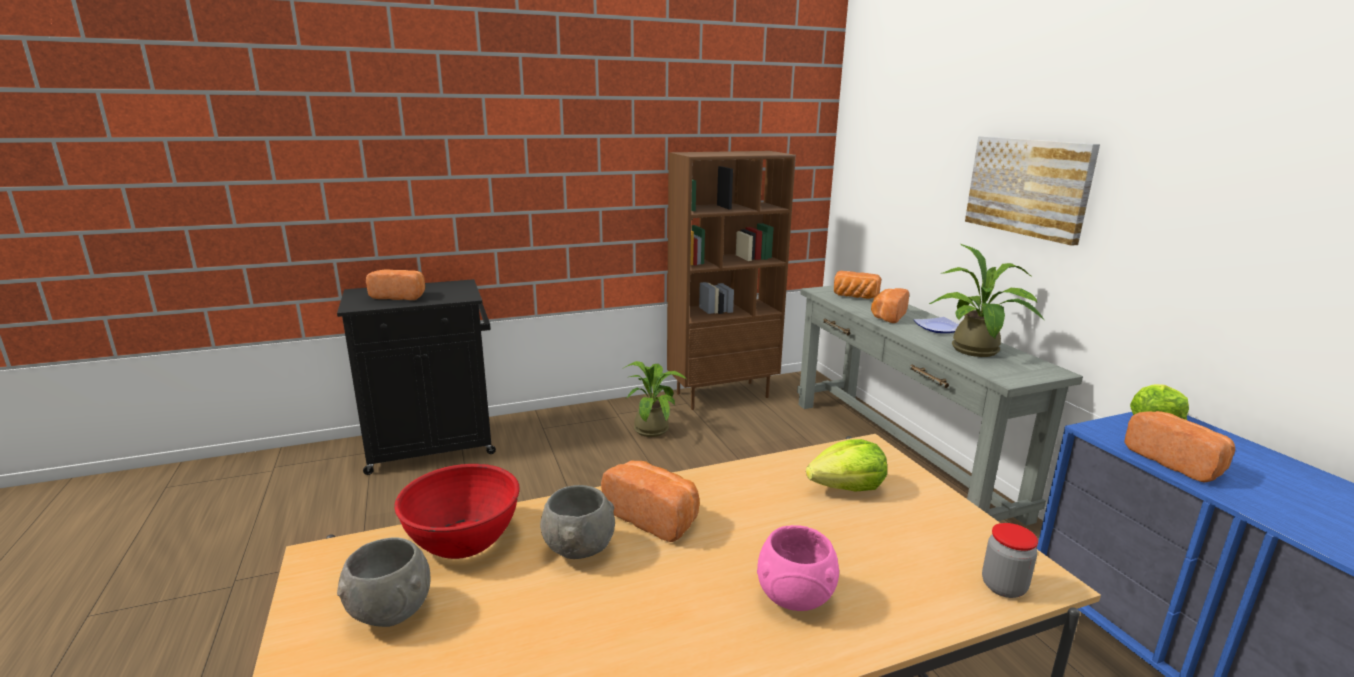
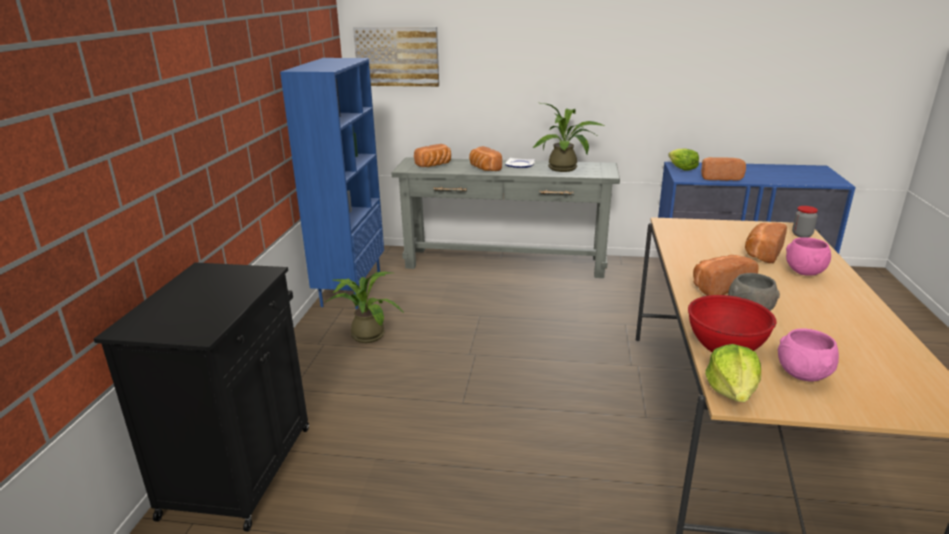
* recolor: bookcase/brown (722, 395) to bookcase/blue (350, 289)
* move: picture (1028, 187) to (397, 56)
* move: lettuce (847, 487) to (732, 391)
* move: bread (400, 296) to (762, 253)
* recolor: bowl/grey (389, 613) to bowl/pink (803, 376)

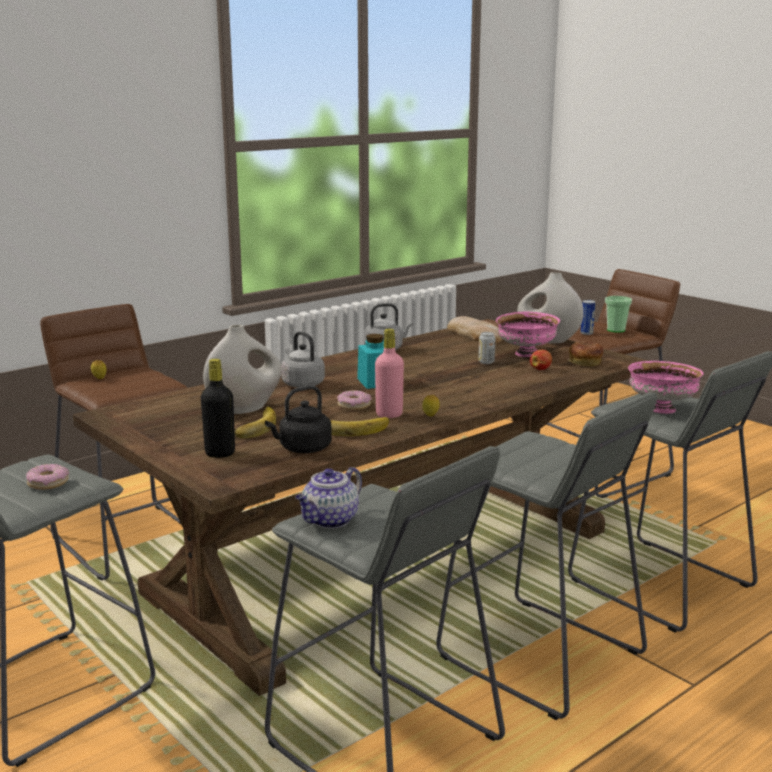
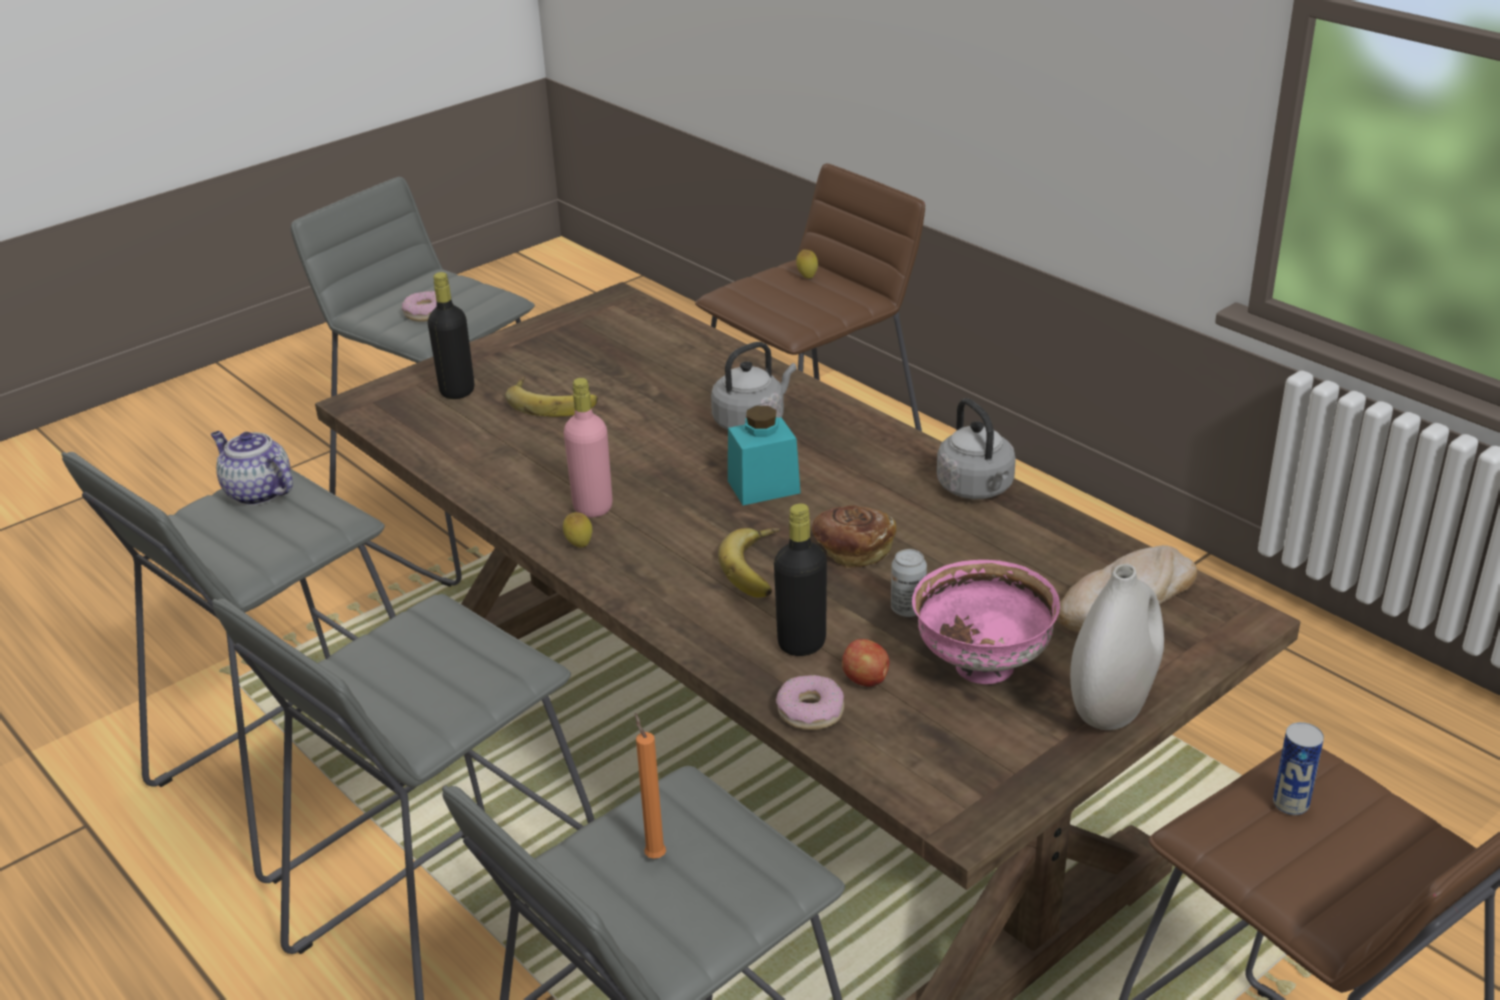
* replace: bowl/pink (661, 409) to candle/orange (654, 854)
* move: banana (354, 428) to (761, 568)
* insert: bottle/black (801, 643)
* move: donut (354, 405) to (811, 711)
* move: bread (585, 363) to (852, 551)
* delete: vase/white (245, 408)
* delete: kettle/black (302, 449)
* delete: cup (616, 330)

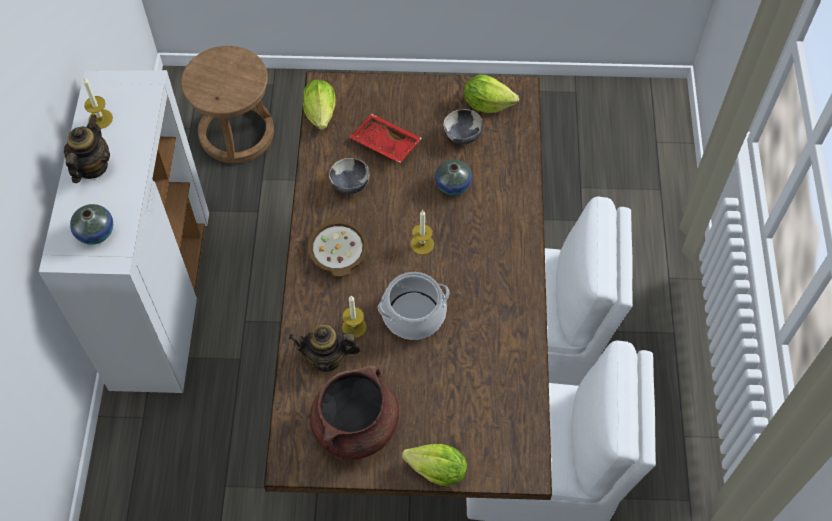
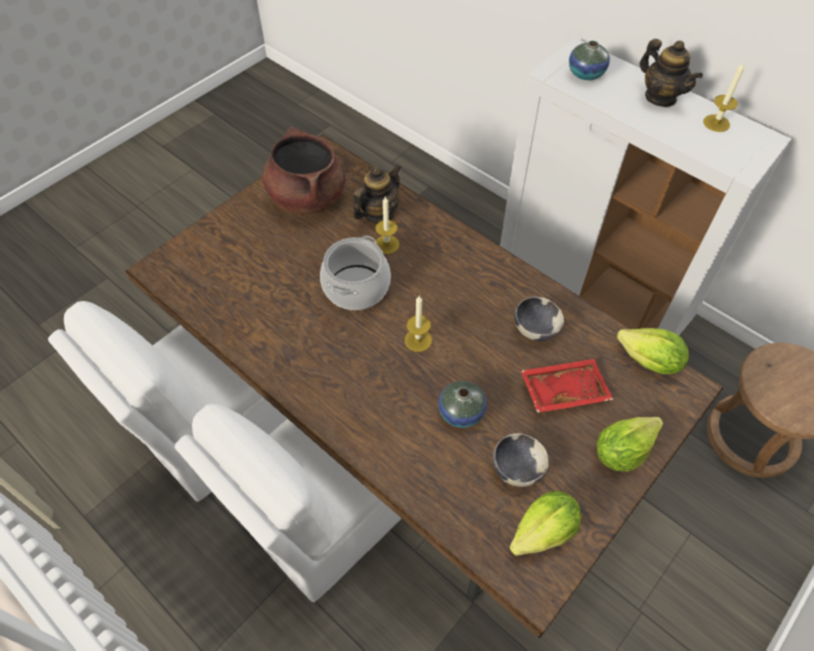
* move: lettuce (437, 471) to (622, 451)
* delete: bowl (339, 251)

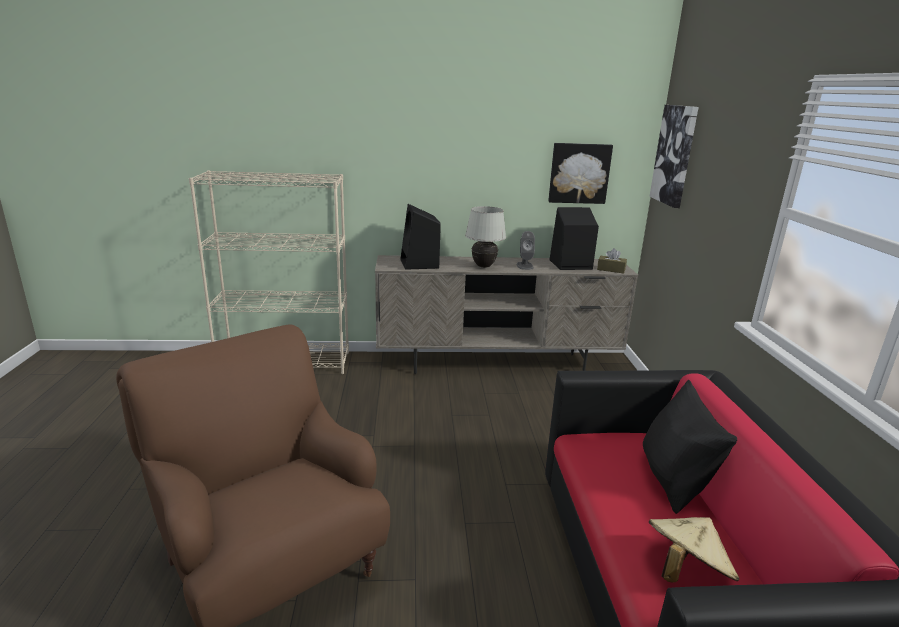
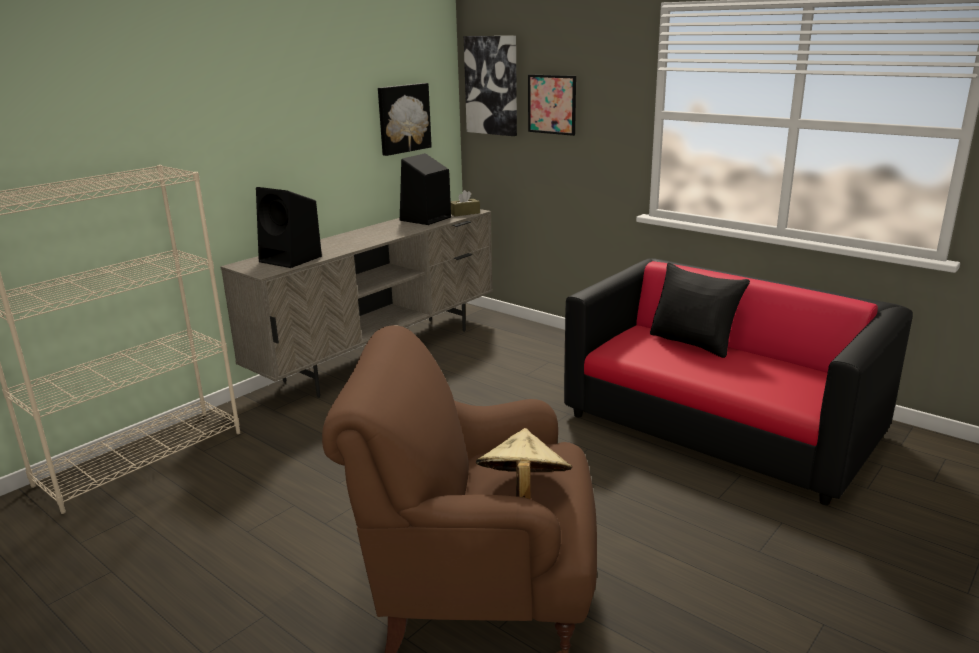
* move: hat/beige (685, 571) to (523, 491)
* insert: picture (552, 104)
* delete: table lamp/white (483, 266)
* delete: speaker/grey (524, 266)

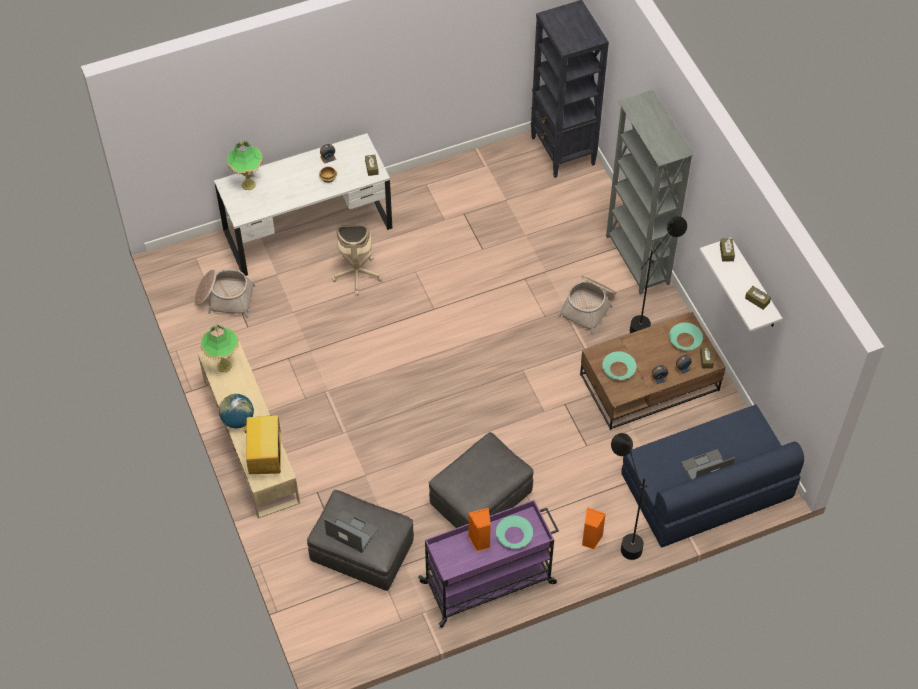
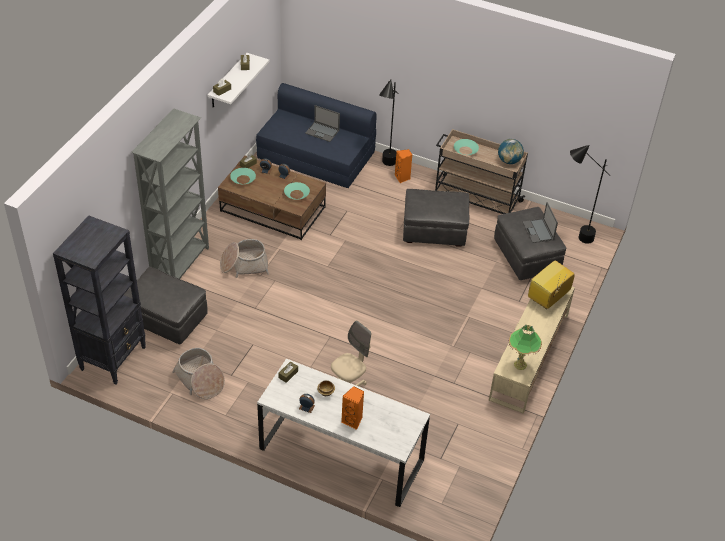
* insert: ottoman/grey (166, 319)
* move: basket (224, 298) to (200, 380)
* move: speaker/orange (480, 541) to (353, 420)
* recolor: cart/purple (489, 582) to cart/beige (475, 199)
* move: globe (238, 420) to (509, 161)
* move: floor lamp/black (650, 320) to (573, 237)
* delete: table lamp (248, 184)

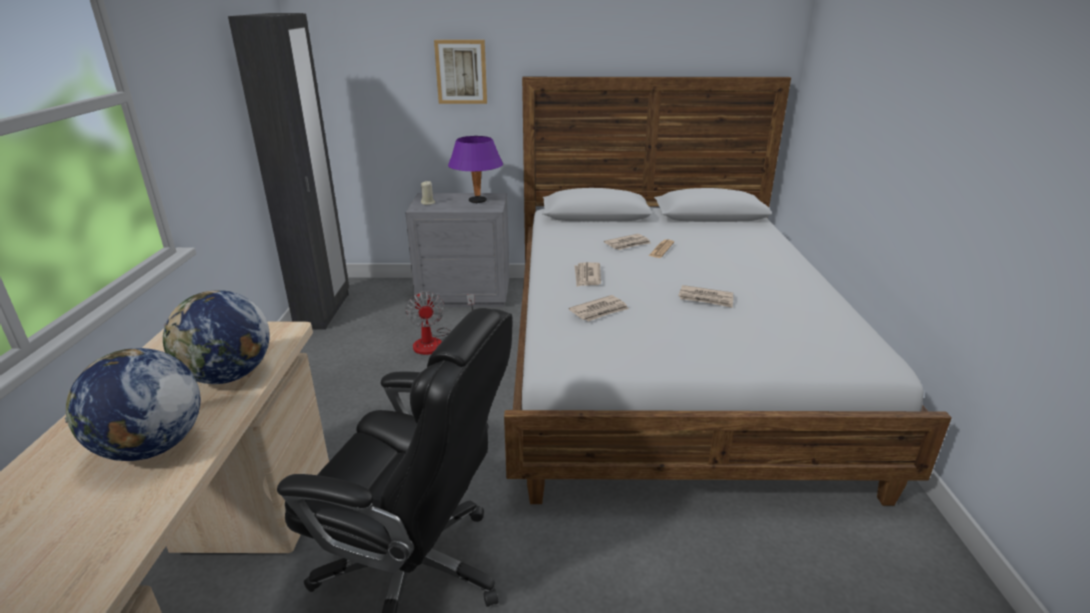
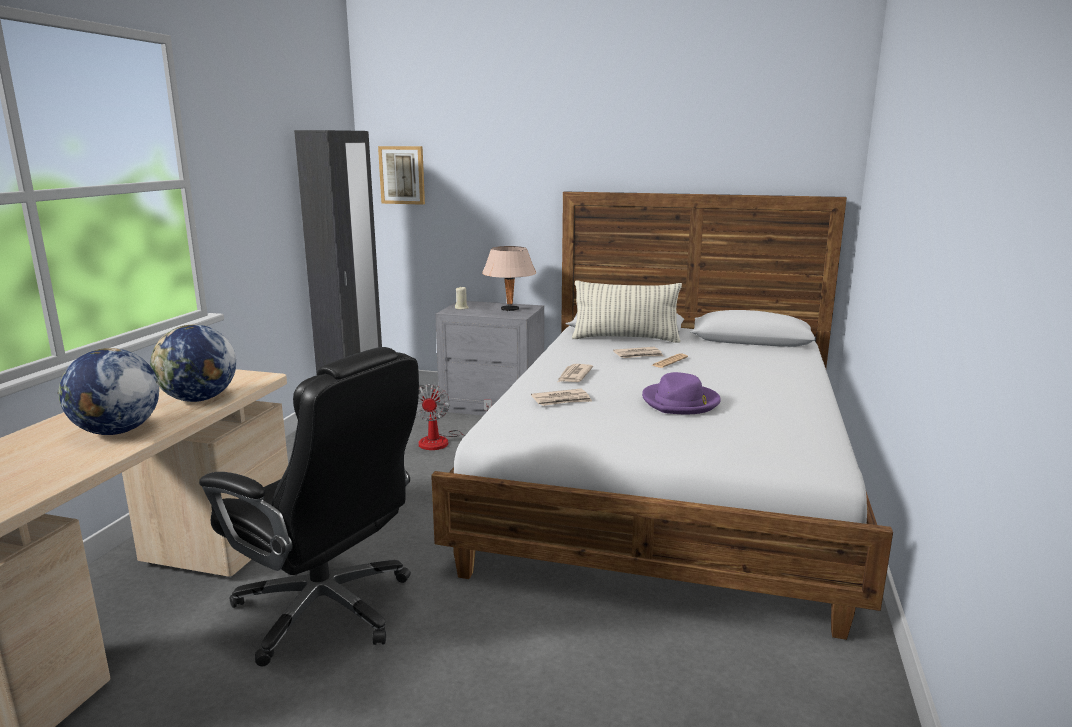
* move: picture (461, 72) to (402, 175)
* recolor: table lamp/purple (477, 201) to table lamp/beige (509, 309)
* insert: pillow (625, 339)
* replace: newspaper (706, 299) to hat/purple (680, 402)

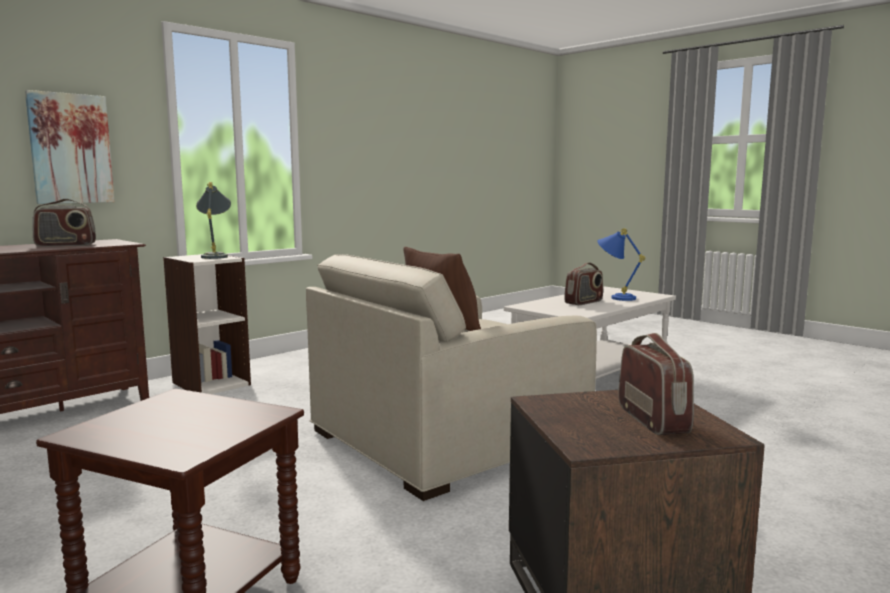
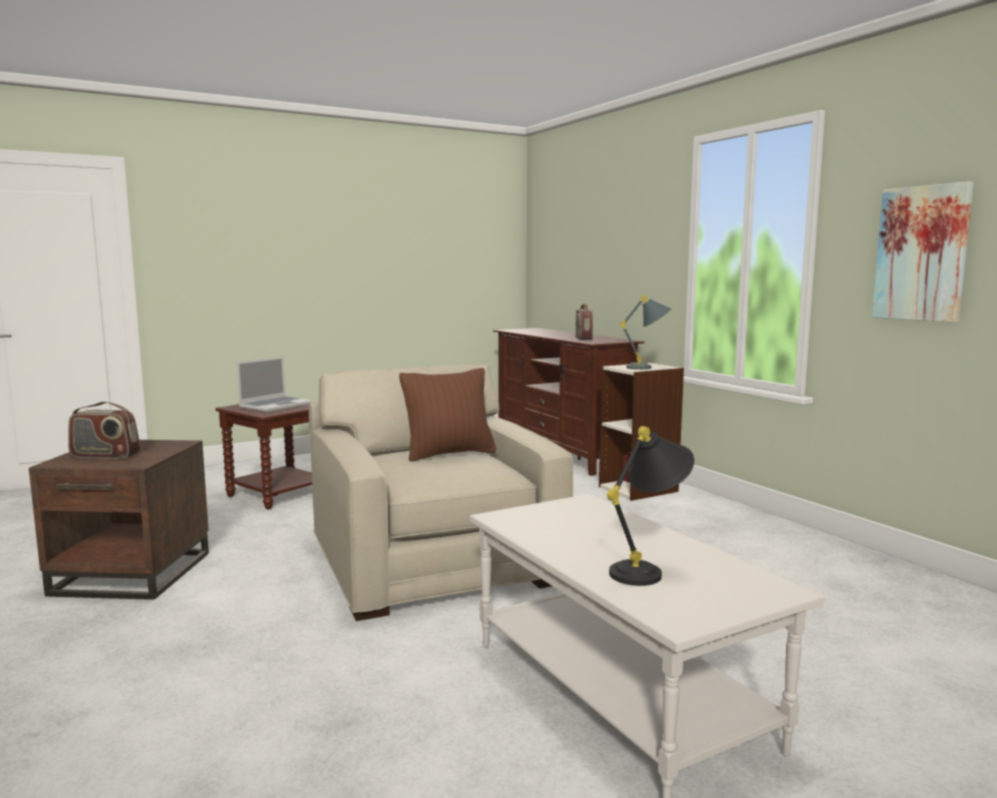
* insert: laptop (276, 406)
* recolor: table lamp/blue (615, 297) to table lamp/black (648, 570)
* move: picture (70, 149) to (922, 253)
* delete: radio (584, 302)

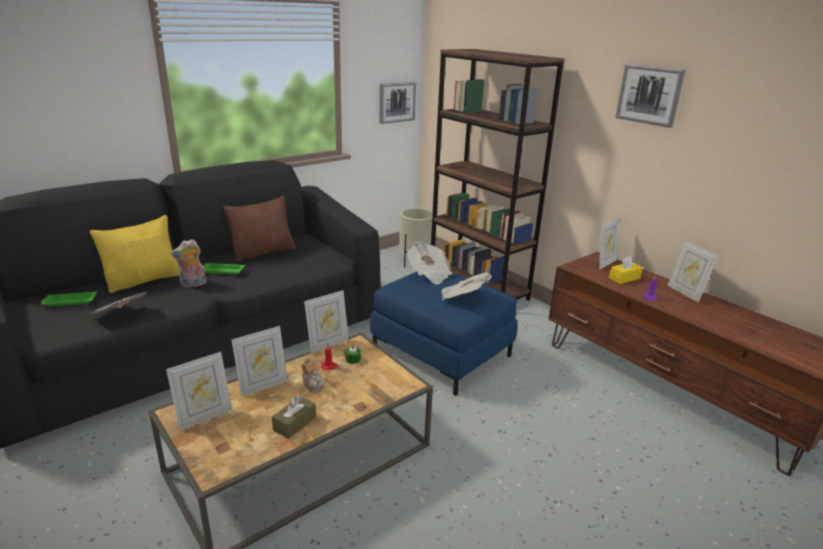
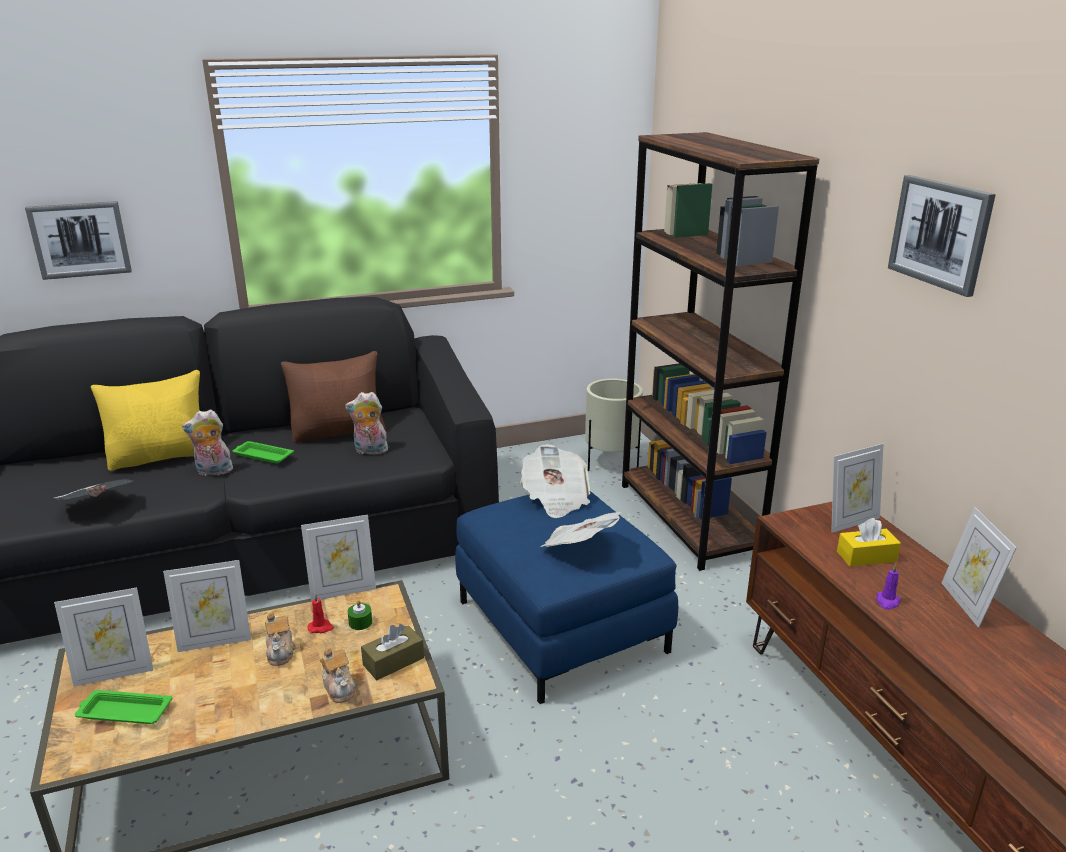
* move: picture (397, 102) to (80, 239)
* move: tray/green (69, 302) to (123, 712)
* insert: teapot (339, 687)
* insert: plush toy (369, 451)
* move: tissue box/brown (294, 423) to (393, 661)

